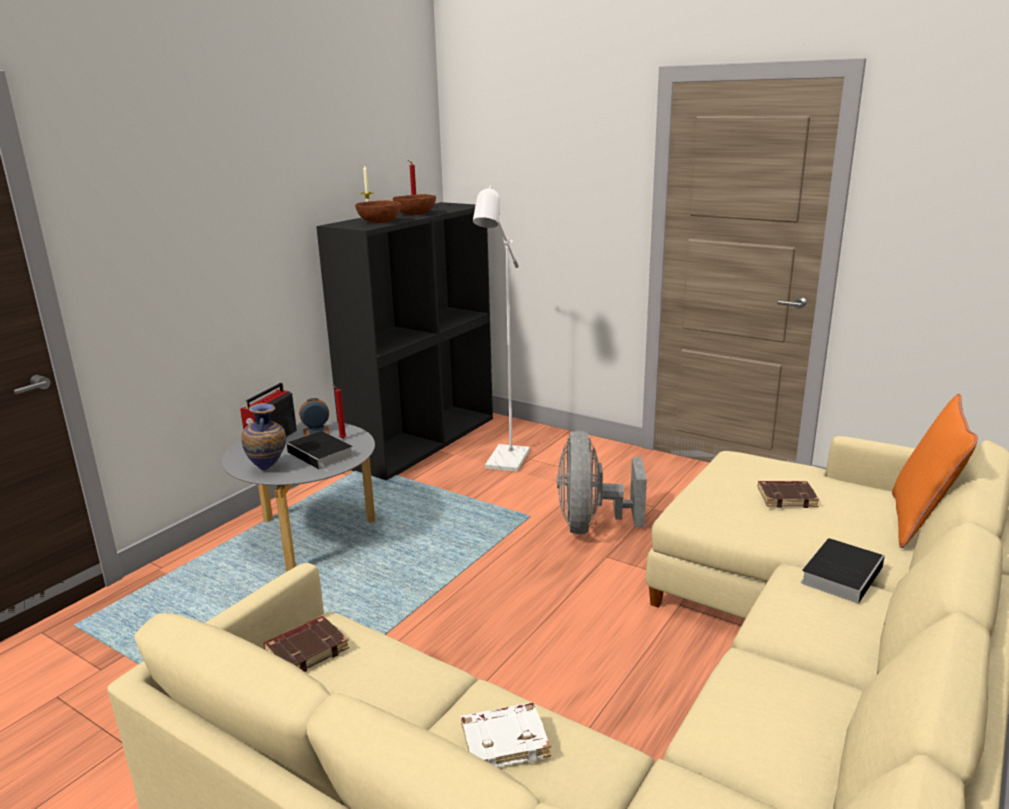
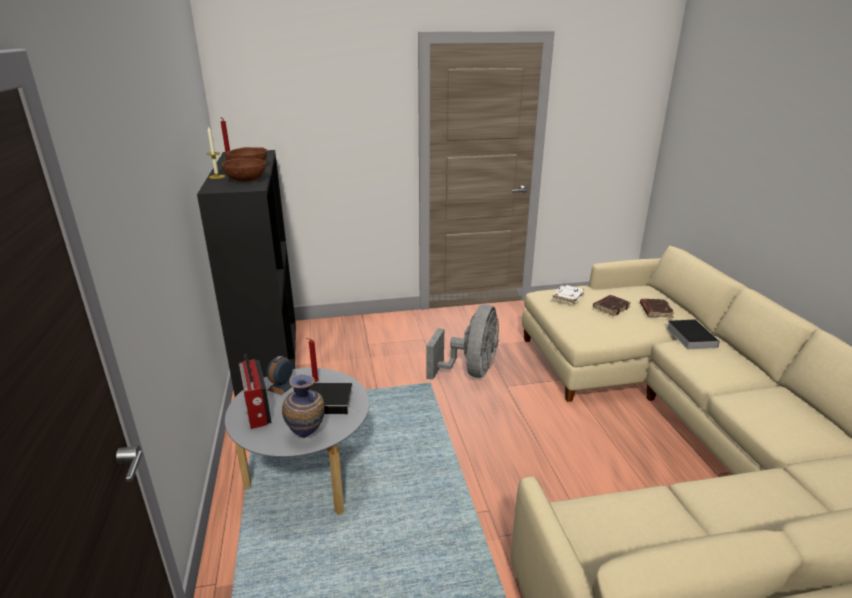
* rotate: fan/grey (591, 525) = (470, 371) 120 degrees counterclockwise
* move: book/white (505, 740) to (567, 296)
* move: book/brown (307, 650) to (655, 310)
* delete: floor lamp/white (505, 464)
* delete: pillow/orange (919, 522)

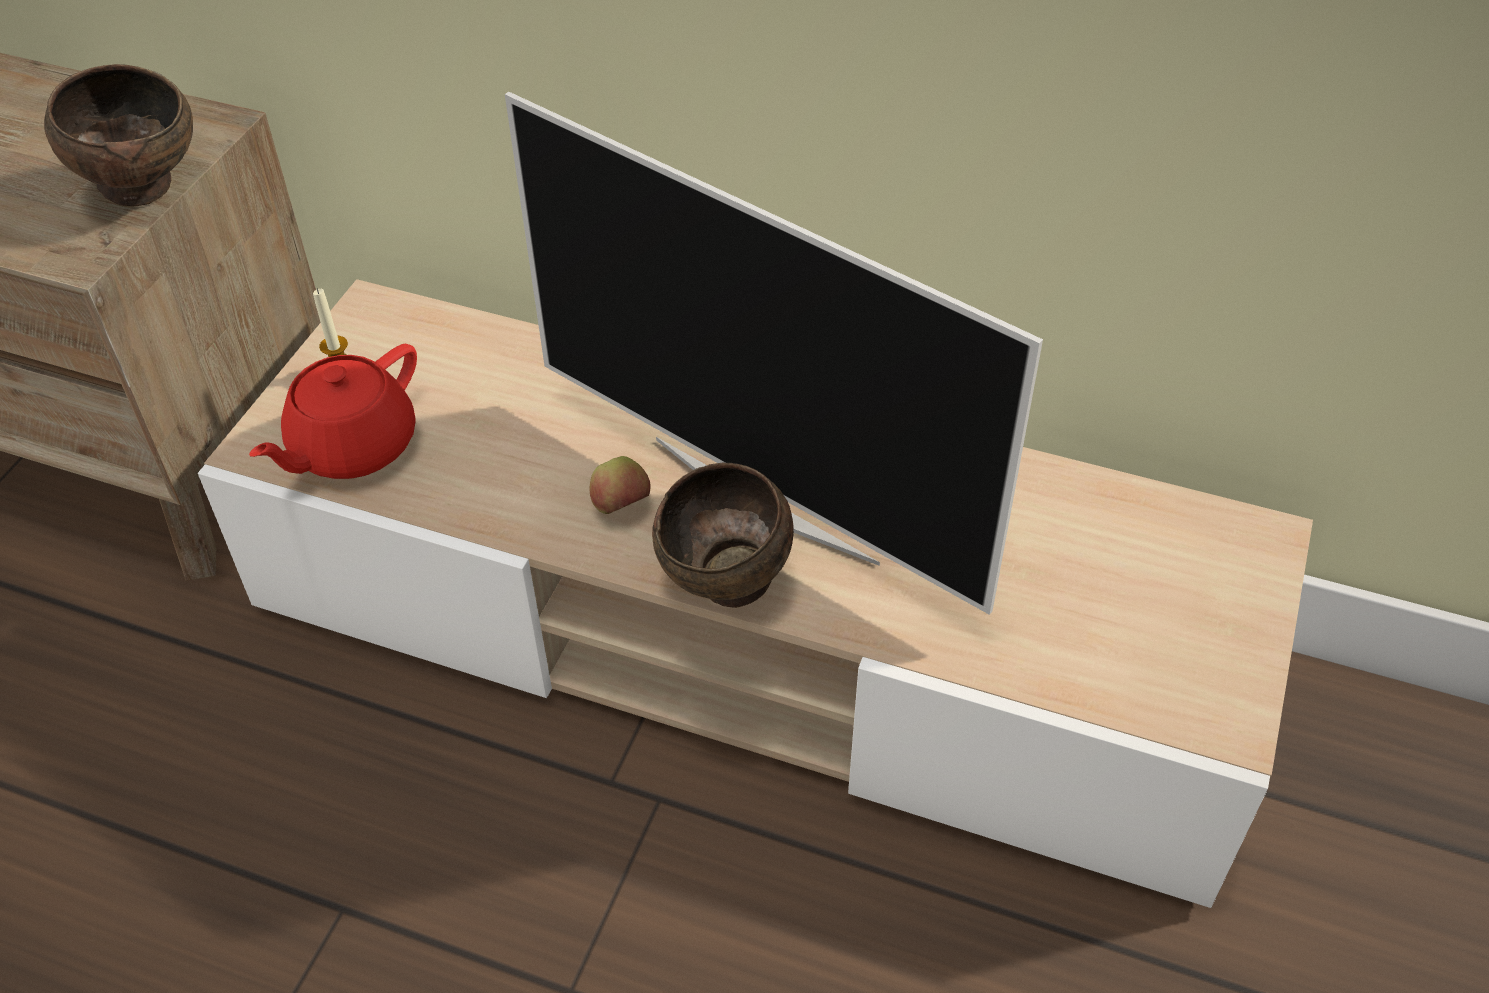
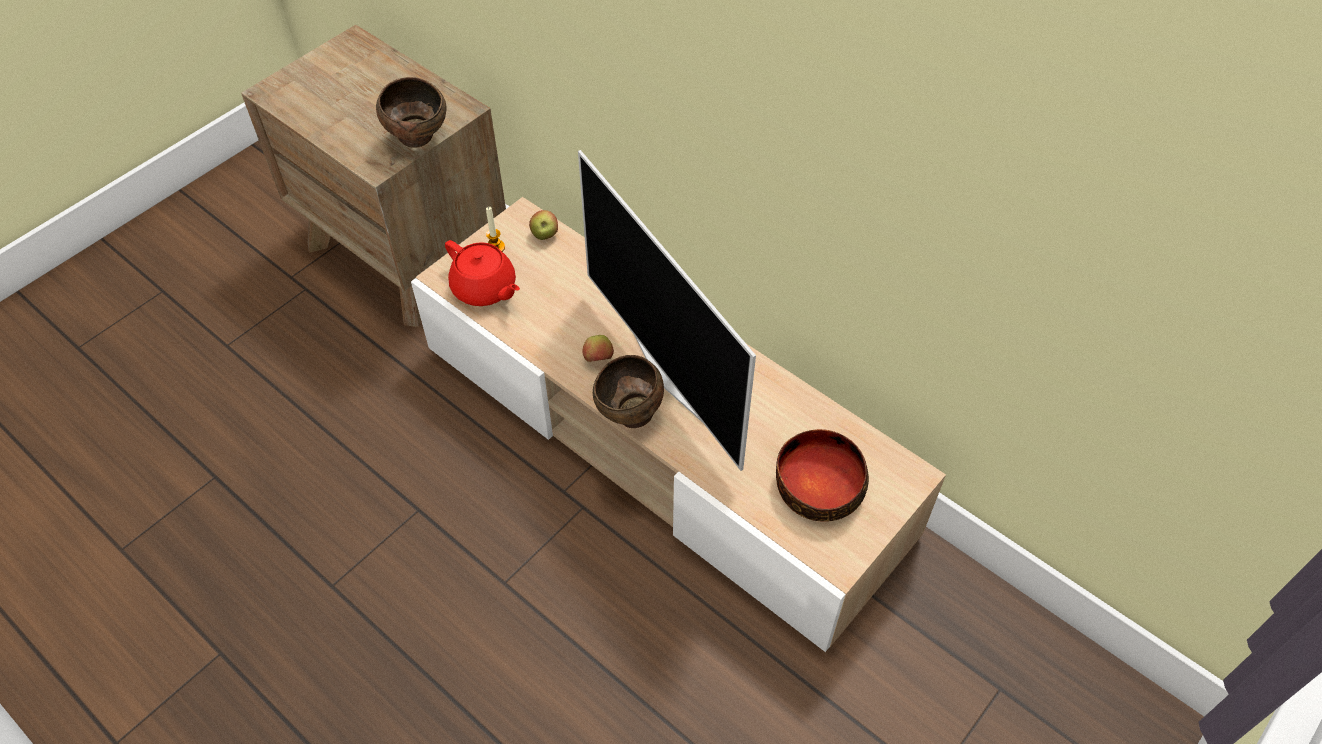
* rotate: teapot/red (351, 447) = (485, 289) 105 degrees counterclockwise
* insert: apple (545, 235)
* insert: bowl (818, 485)

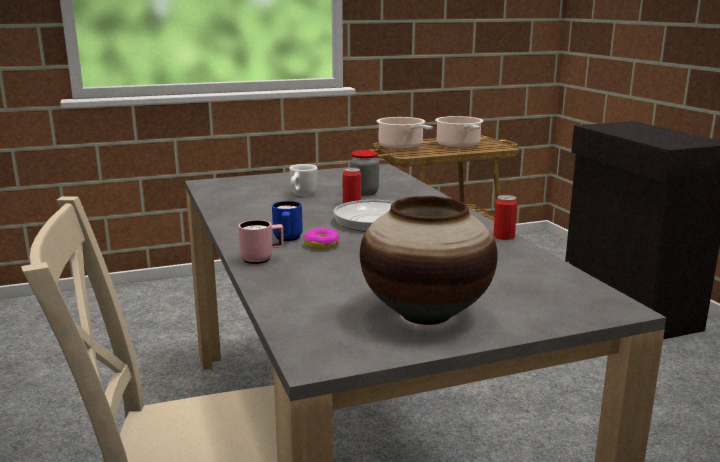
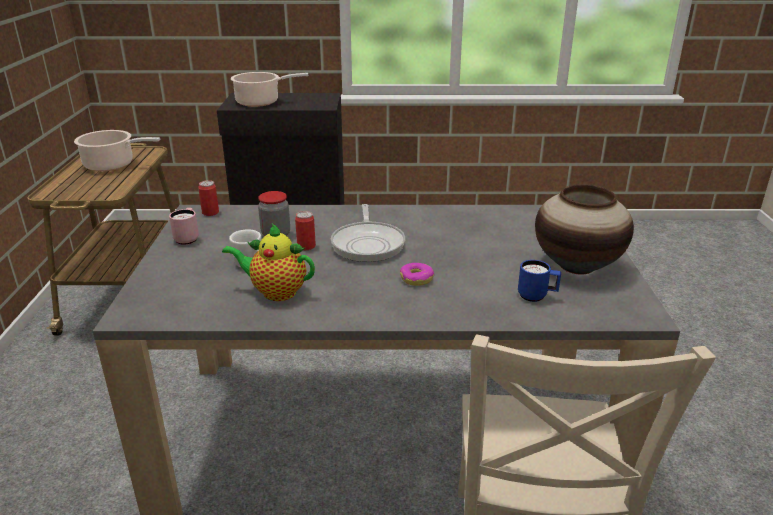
* move: mug/pink (262, 259) to (188, 238)
* move: can (504, 236) to (210, 212)
* insert: teapot (275, 292)
* move: cooking pot (402, 147) to (260, 102)
* move: mug/blue (287, 239) to (537, 296)

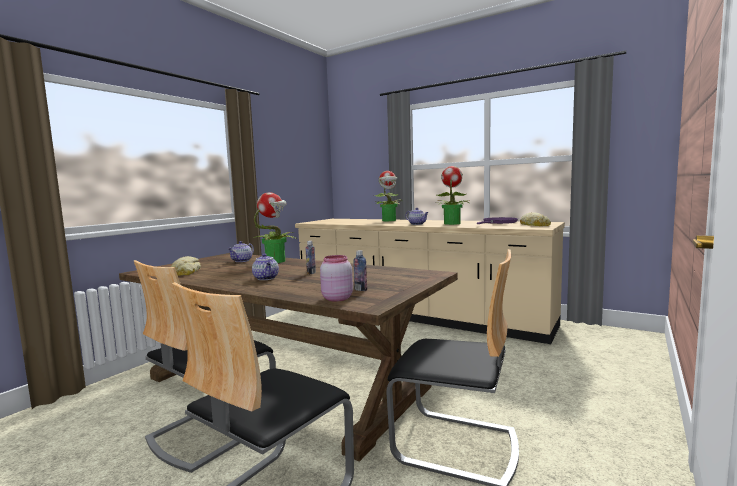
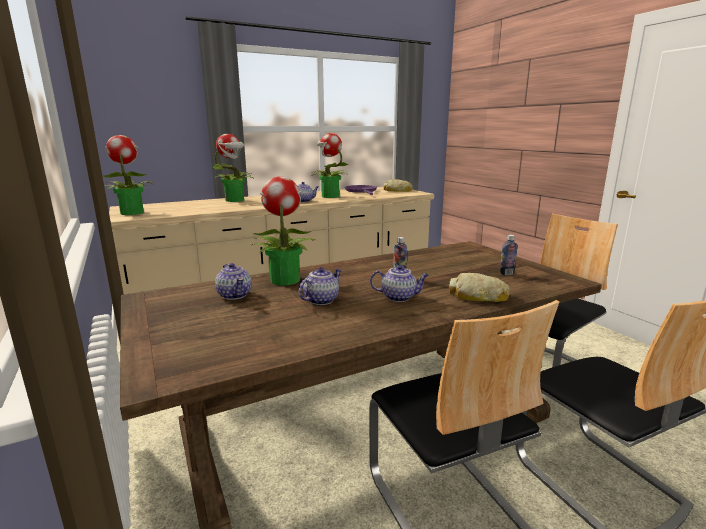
* insert: potted plant (132, 212)
* insert: teapot (321, 300)
* move: bread (185, 272) to (478, 295)
* delete: jar/pink (336, 298)

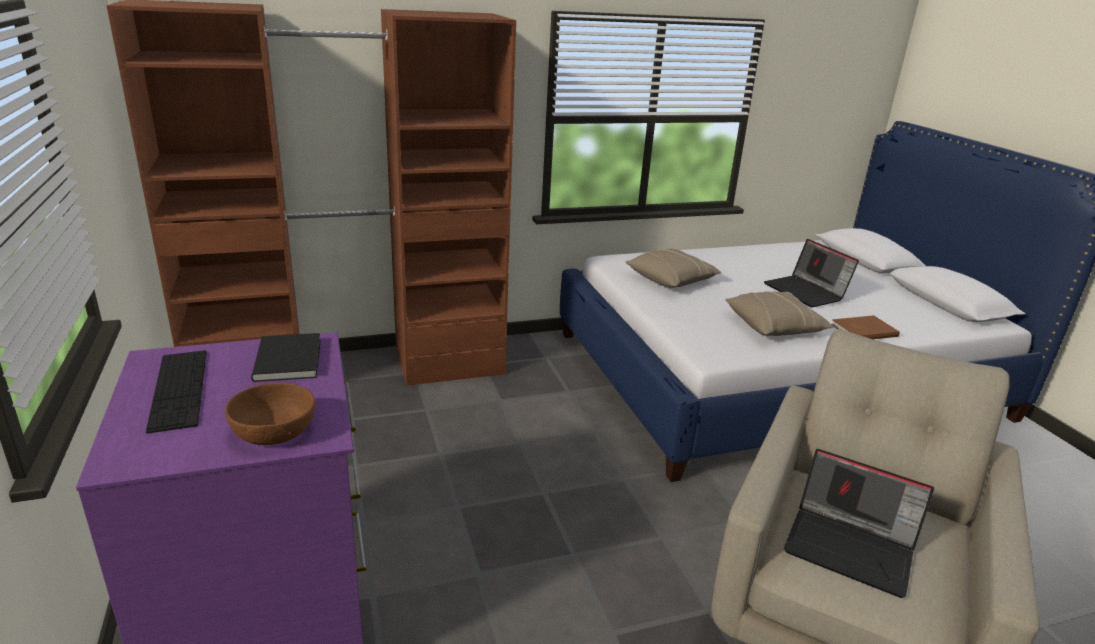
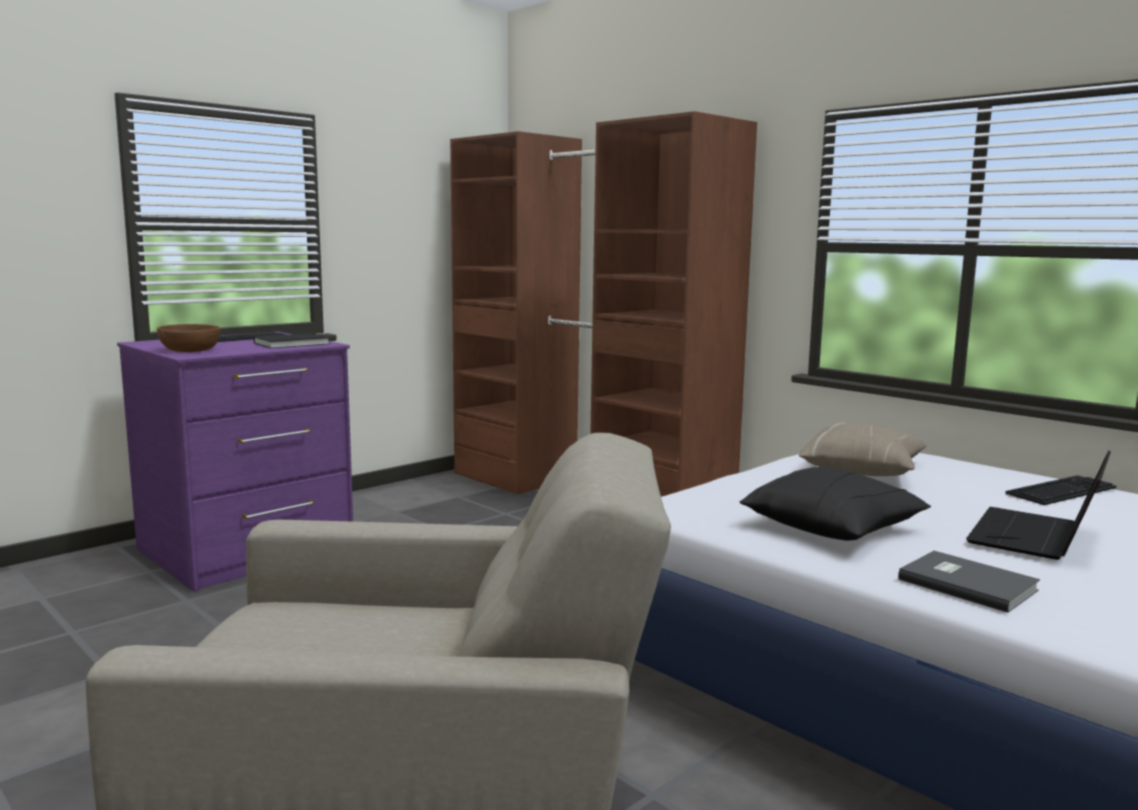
* recolor: pillow/beige (774, 326) to pillow/black (833, 529)
* recolor: book/brown (862, 330) to book/grey (966, 583)
* insert: keyboard (1060, 490)
* delete: laptop (851, 547)

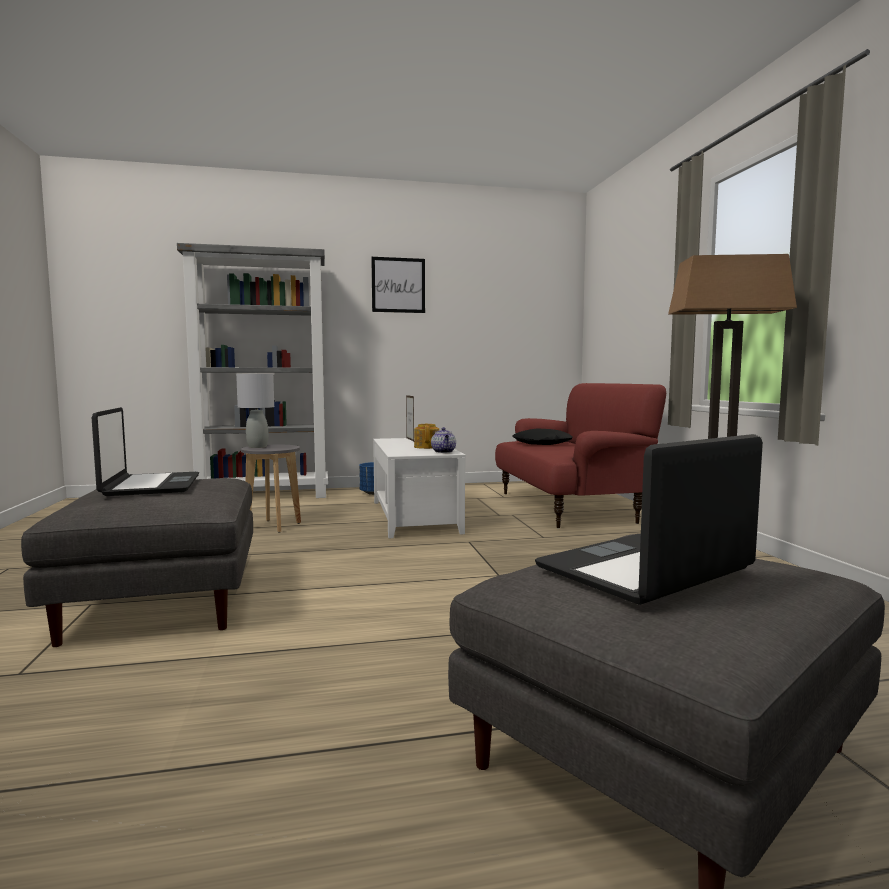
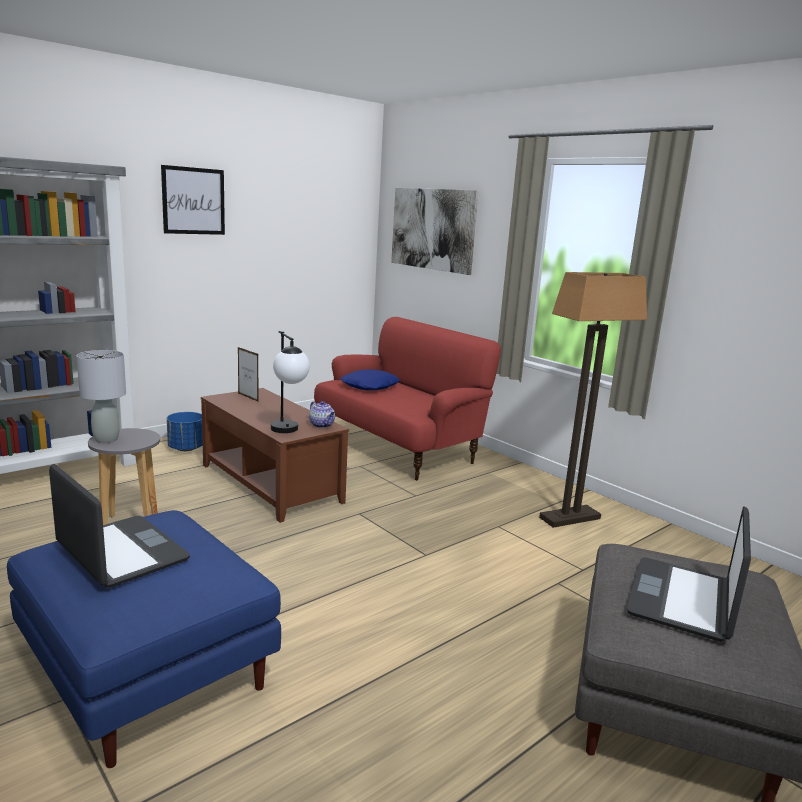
* recolor: ottoman/grey (162, 599) to ottoman/blue (144, 668)
* recolor: coffee table/white (414, 516) to coffee table/brown (271, 483)
* insert: table lamp (288, 432)
* recolor: pillow/black (542, 444) to pillow/blue (370, 386)
* insert: picture (432, 229)
* delete: teapot (427, 447)

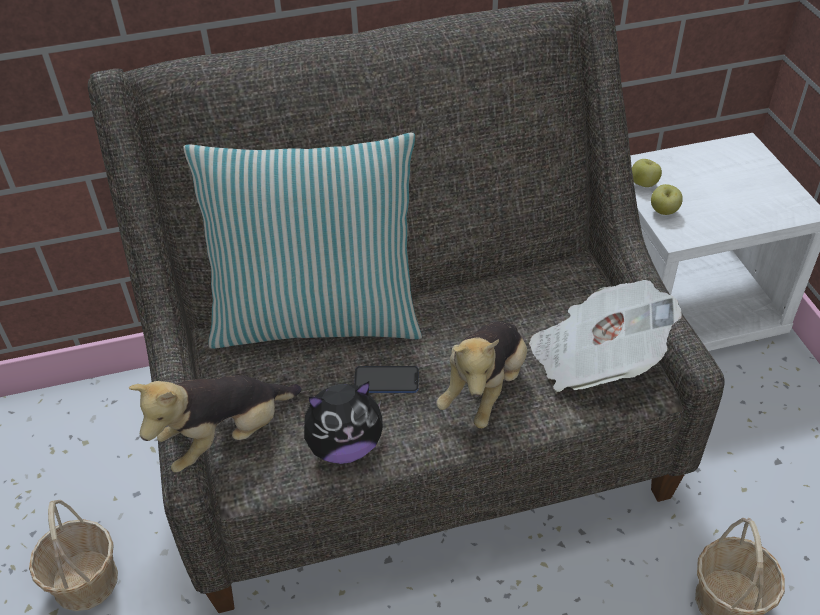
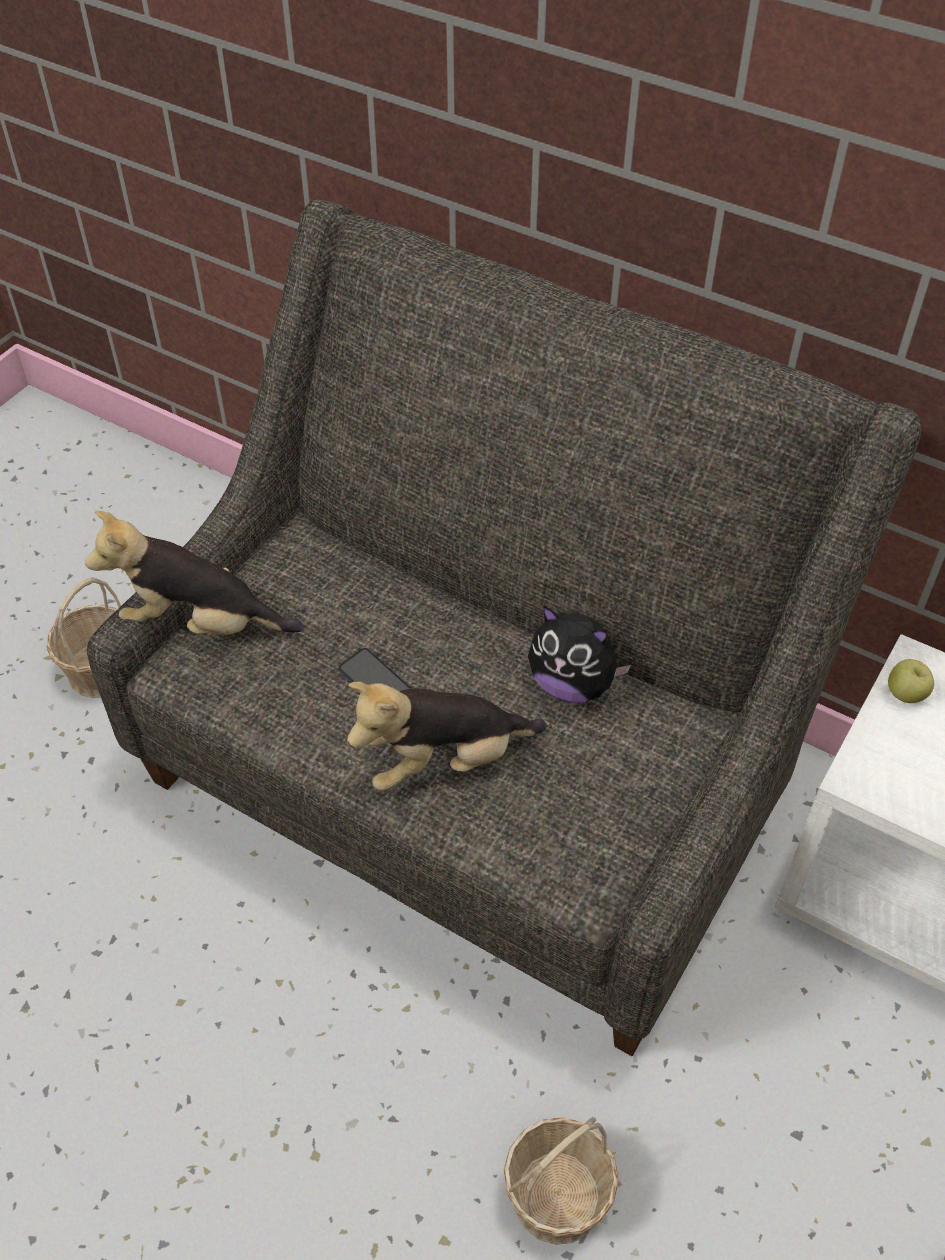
* move: plush toy (345, 446) to (572, 684)
* delete: pillow (317, 317)
* delete: newspaper (596, 359)
* delete: apple (663, 211)

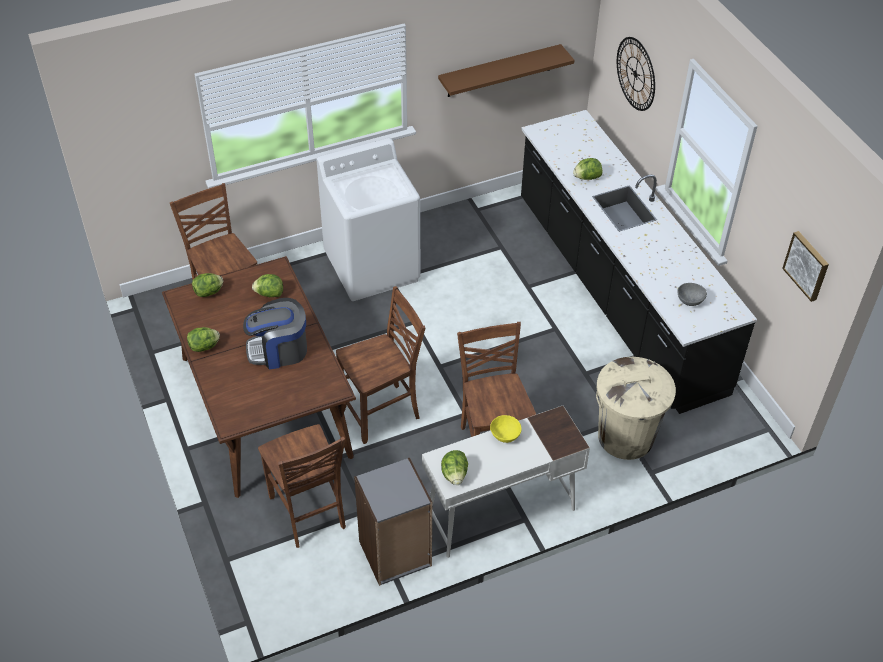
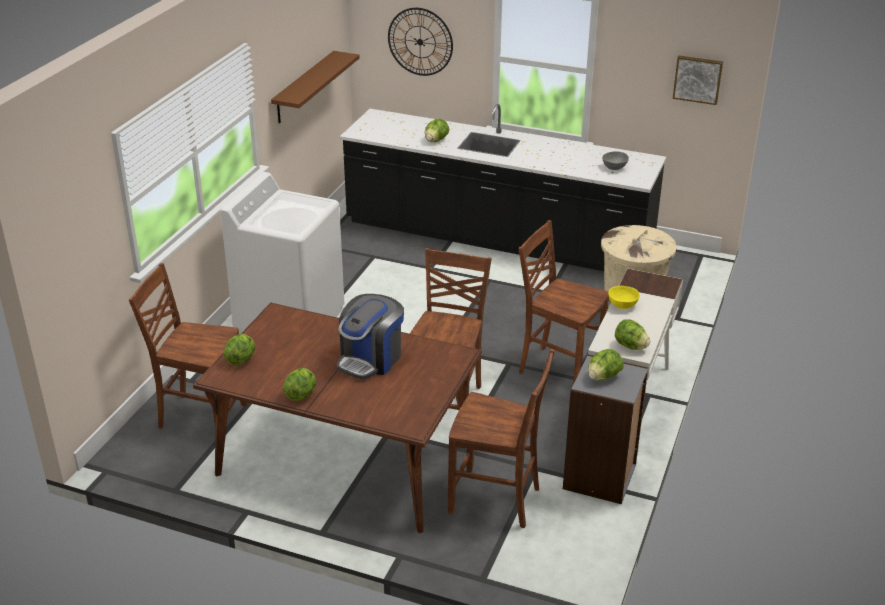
* move: lettuce (269, 294) to (603, 377)

